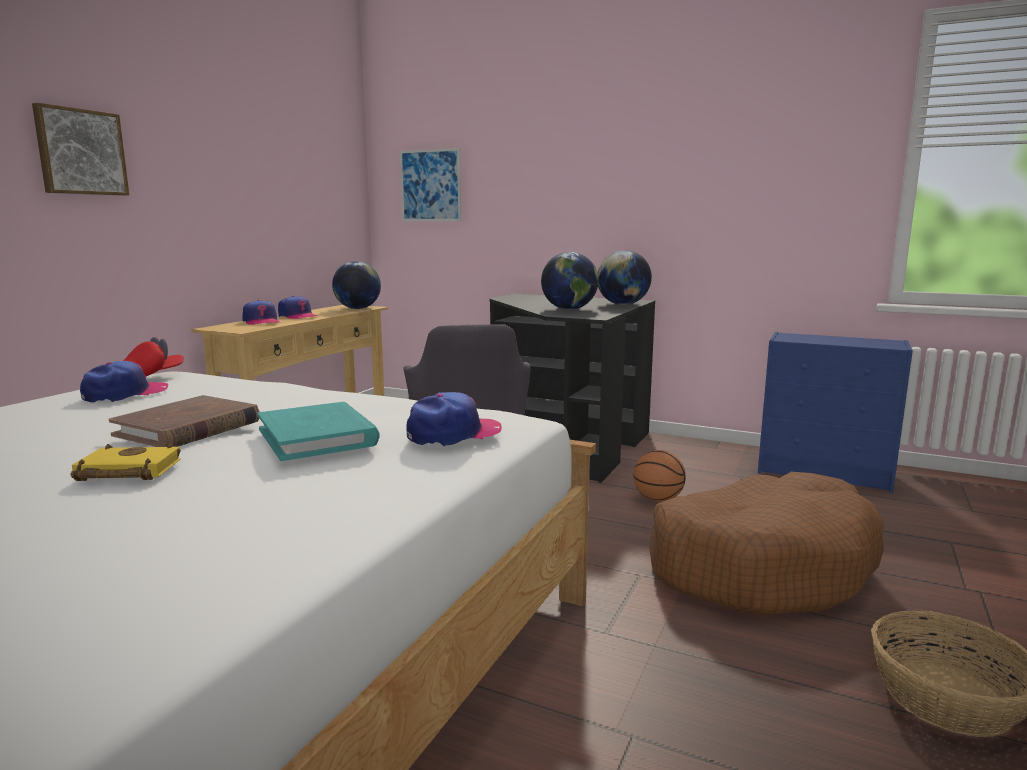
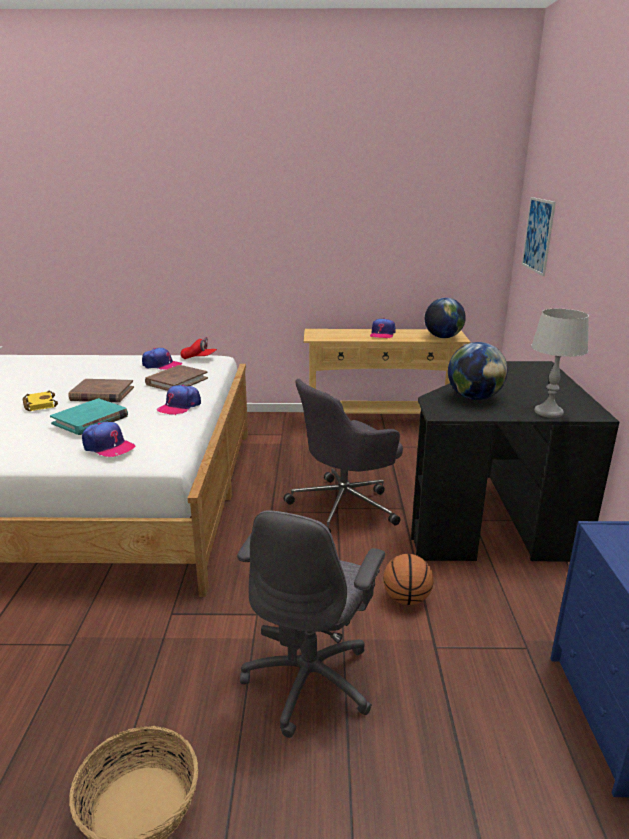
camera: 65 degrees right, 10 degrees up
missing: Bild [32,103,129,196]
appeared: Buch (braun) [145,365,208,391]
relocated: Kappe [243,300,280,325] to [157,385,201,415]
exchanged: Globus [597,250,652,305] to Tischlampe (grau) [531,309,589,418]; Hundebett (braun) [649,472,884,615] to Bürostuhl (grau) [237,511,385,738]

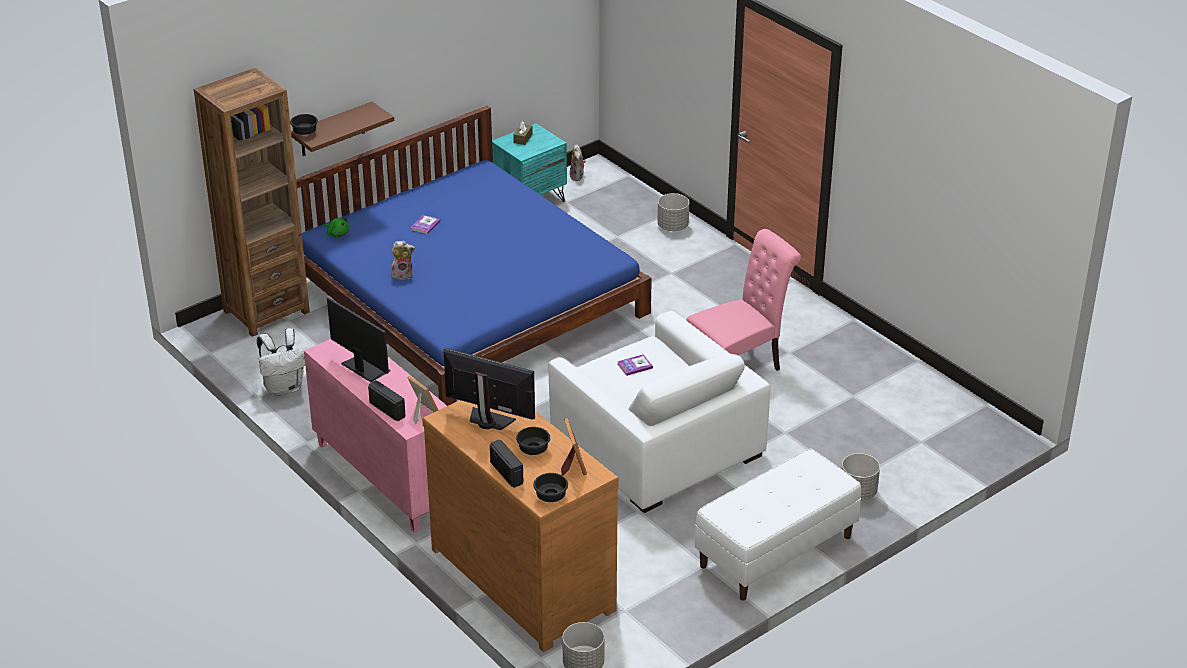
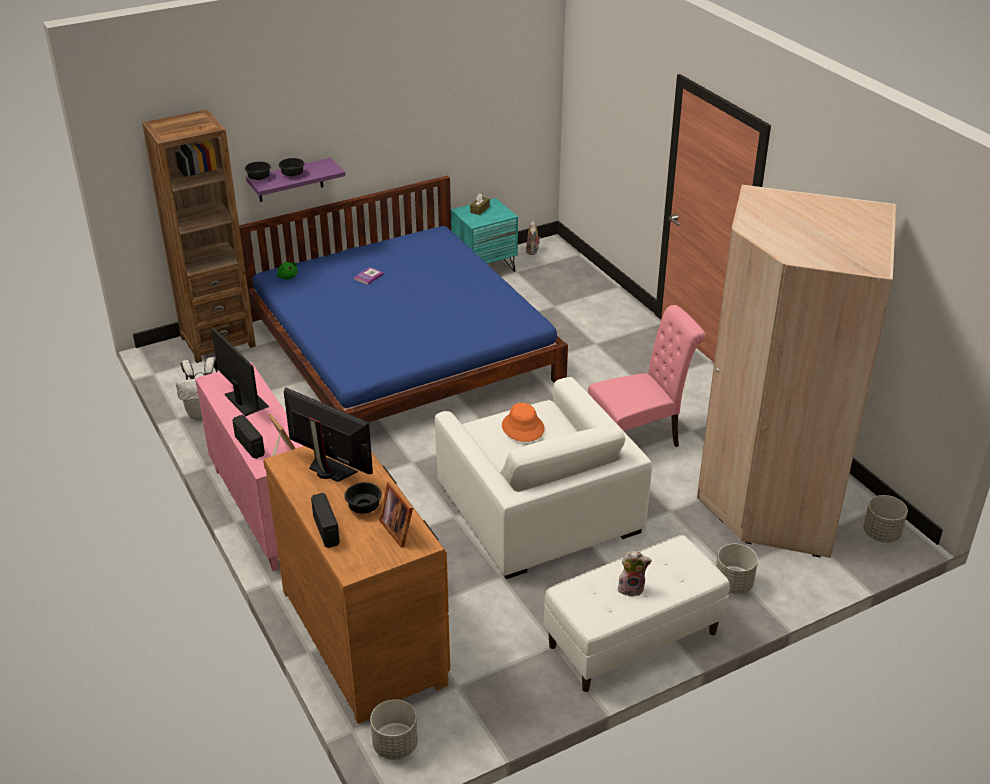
camera: 10 degrees right, 0 degrees up
appeared: Kleiderschrank (beige) [697,185,896,558]
relocated: Plüschtier [391,241,415,280] to [618,551,652,597]; Schüssel (schwarz) [533,473,568,502] to [279,158,305,176]; Pflanzkübel (grau) [657,193,689,231] to [863,495,908,543]
exchanged: Buch [617,354,653,376] to Hut (orange) [502,403,545,442]
colour: Wandregal (braun) [291,102,394,156] to Wandregal (lila) [246,158,346,202]
spun: Bilderrahmen [561,417,587,476] = [379,481,413,547] 150 degrees clockwise

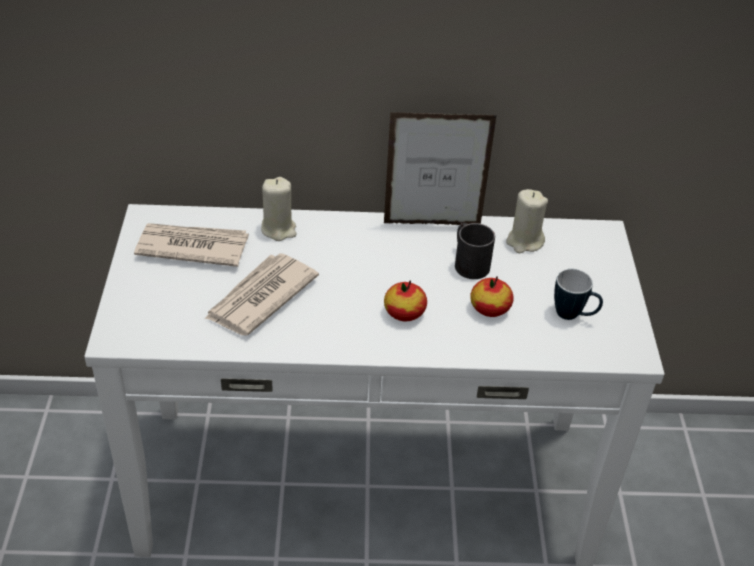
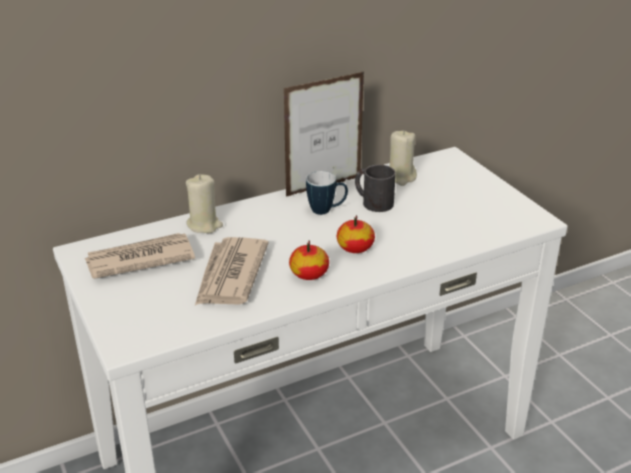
camera: 25 degrees left, 10 degrees down
relocated: Apfel [470,276,513,317] to [289,240,329,280]; Henkelbecher [554,269,603,320] to [306,171,348,215]

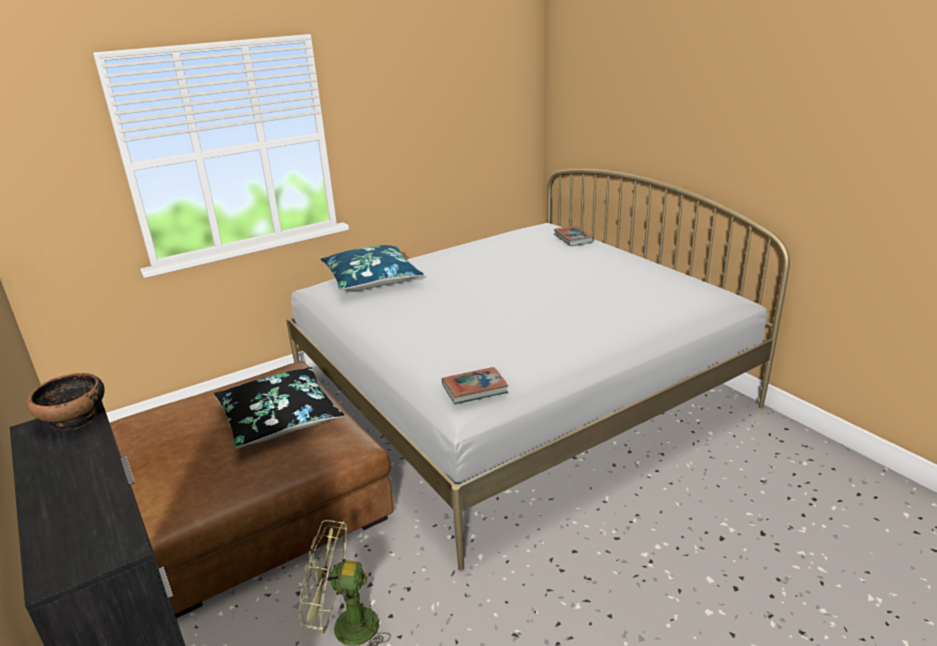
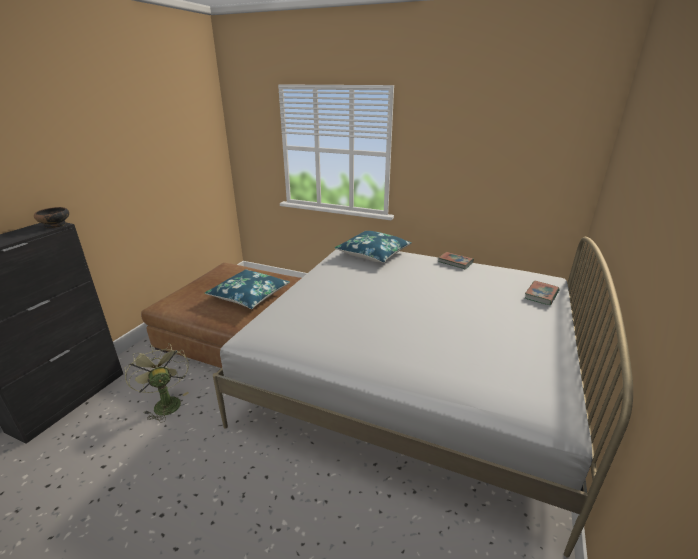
camera: 55 degrees right, 0 degrees up
relocated: Buch [442,367,508,404] to [438,252,474,269]
colour: Kissen (schwarz) [214,367,344,449] to Kissen (blau) [205,269,290,309]

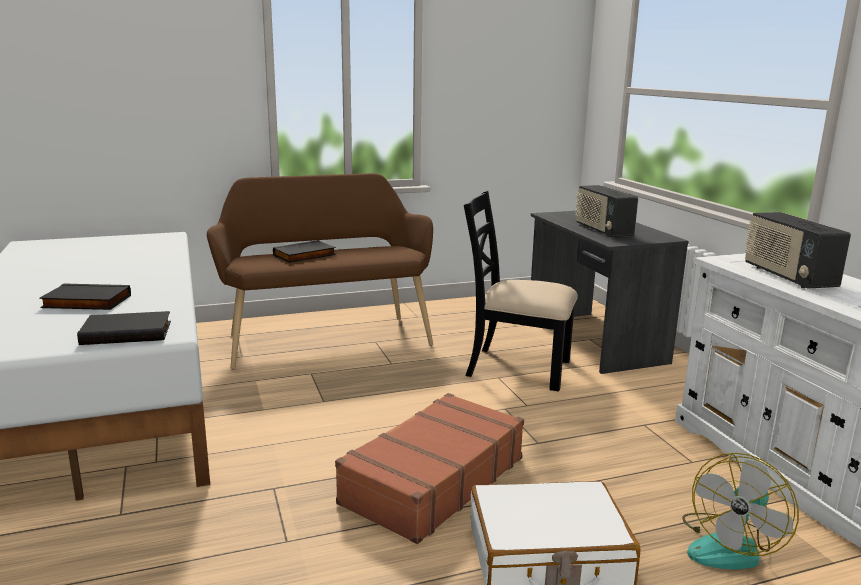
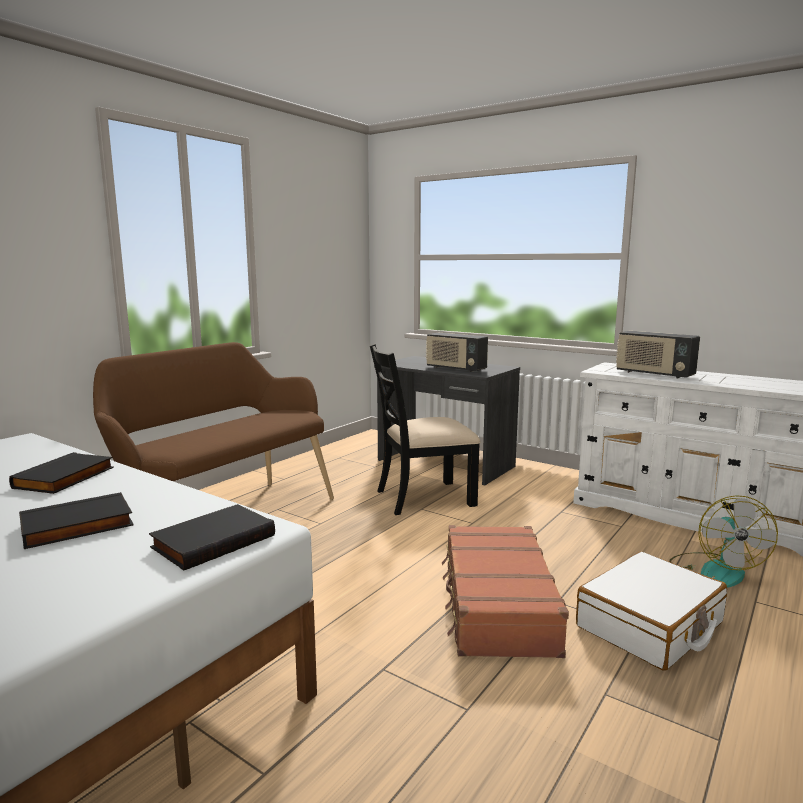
camera: 35 degrees left, 5 degrees down
relocated: Buch (schwarz) [273,240,336,263] to [9,452,114,494]

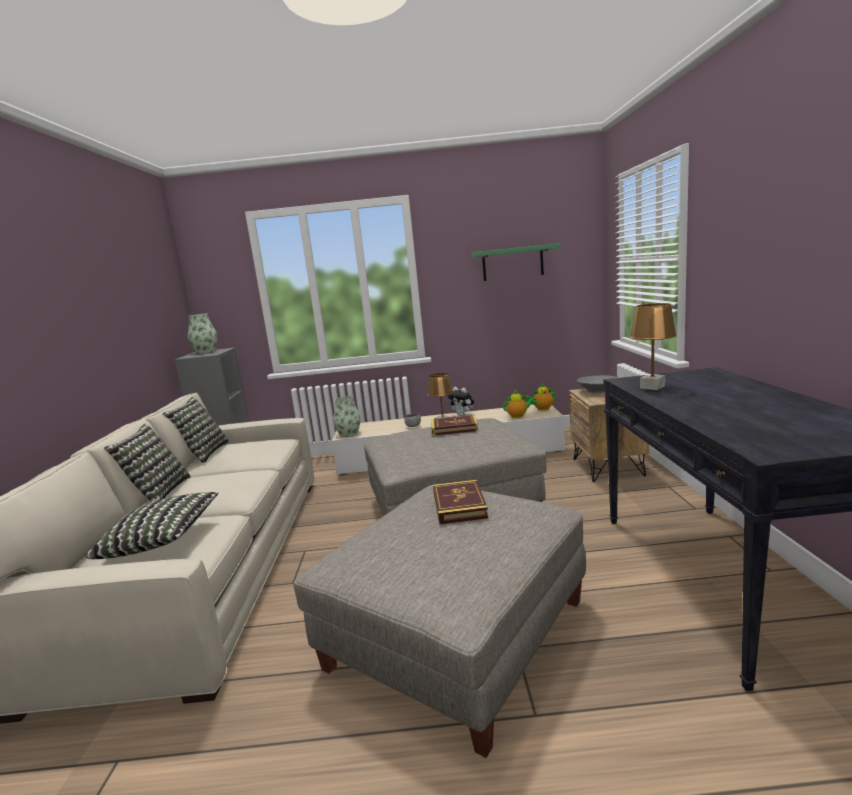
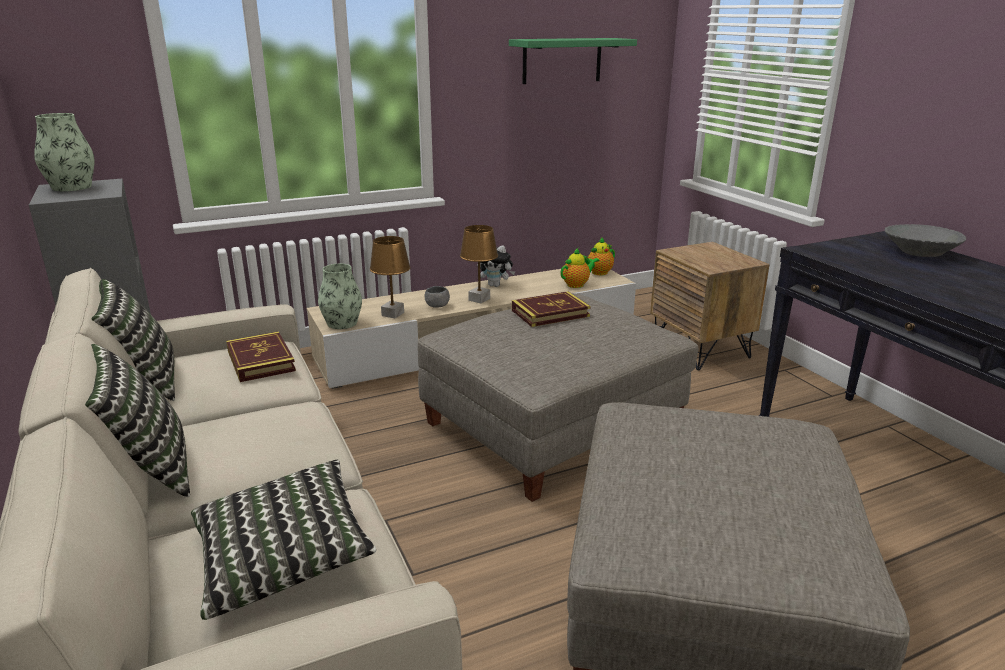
camera: 25 degrees left, 10 degrees up
relocated: Buch [433,480,488,524] to [226,332,296,382]; Schüssel (grau) [577,375,618,393] to [885,224,966,257]; Tischlampe (braun) [630,303,677,390] to [370,236,411,318]

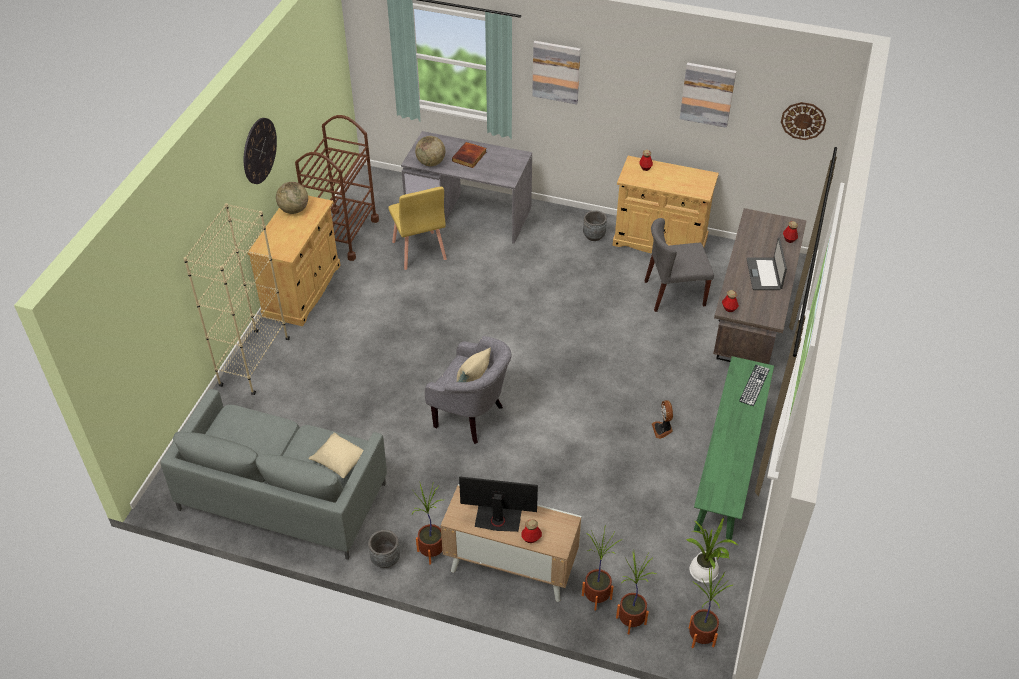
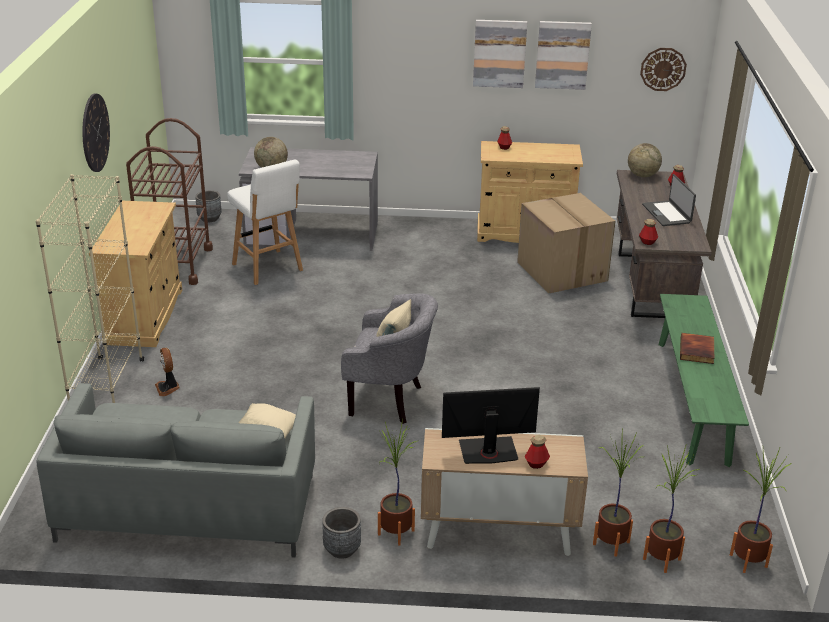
camera: 15 degrees left, 15 degrees down
missing: Topfpflanze [687,516,738,583]; Tastatur [739,365,770,406]
relocated: Globus [276,182,308,214] to [628,143,662,177]; Buch [452,142,486,168] to [680,333,714,364]; Bild [532,41,581,105] to [473,20,527,88]; Pflanzkübel (grau) [583,210,607,241] to [195,190,222,222]; Ventilator [652,400,673,439] to [155,348,180,396]
exchanged: Stuhl (gelb) [388,187,447,270] to Hocker (weiß) [227,159,303,285]; Stuhl (grau) [645,218,714,312] to Karton [517,193,615,293]

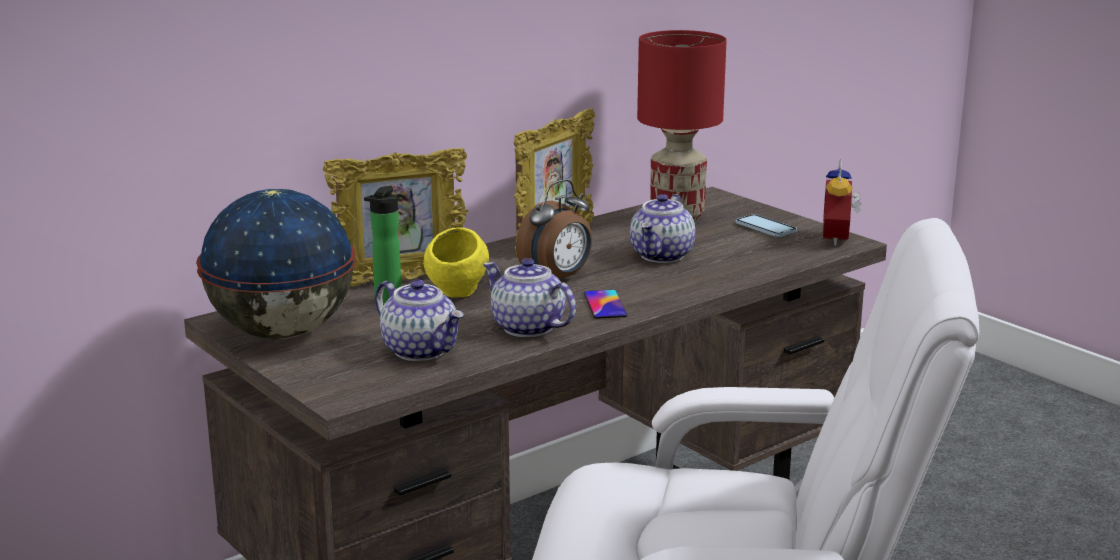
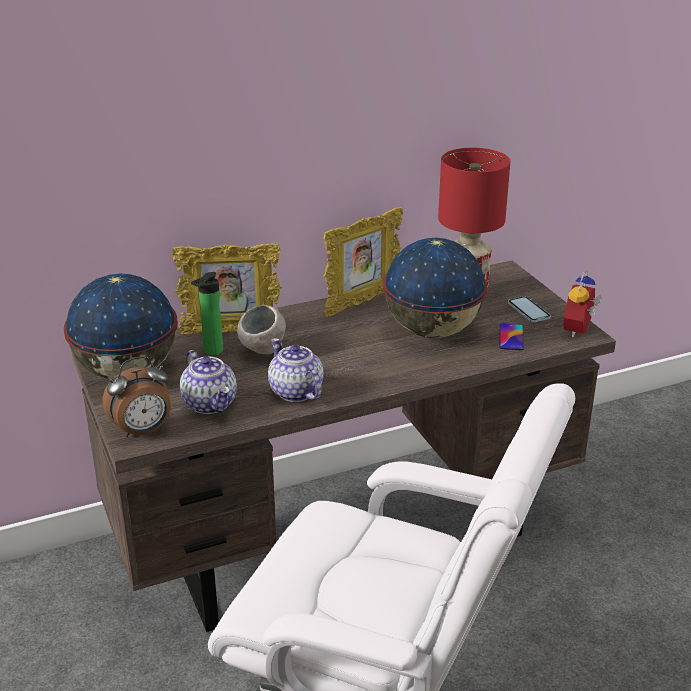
camera: 15 degrees right, 10 degrees up
relocated: Wecker [516,179,592,278] to [102,356,171,437]; Handy [584,290,627,319] to [499,323,524,350]
exchanged: Teekanne [630,194,695,263] to Globus [383,238,487,338]
colour: Schüssel (gelb) [423,227,489,298] to Schüssel (grau) [237,305,286,355]

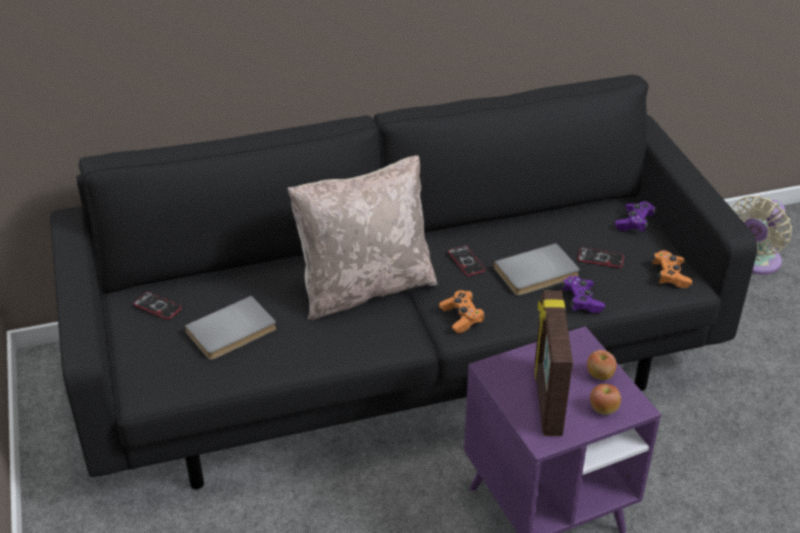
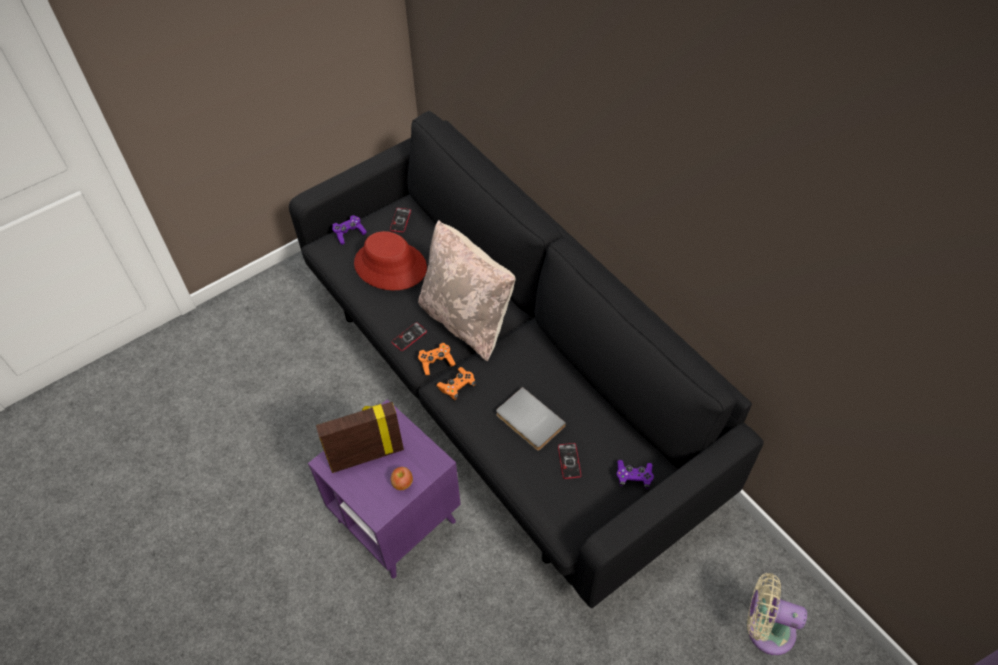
camera: 70 degrees right, 15 degrees up
missing: Apfel [590,384,621,415]
relocated: Handy [448,245,486,276] to [392,322,427,351]; Gamepad (lila) [562,276,605,313] to [332,215,367,245]; Gamepad (orange) [652,251,692,288] to [418,343,456,375]
exchanged: Buch (grau) [185,296,276,360] to Hut (rot) [354,231,427,290]

